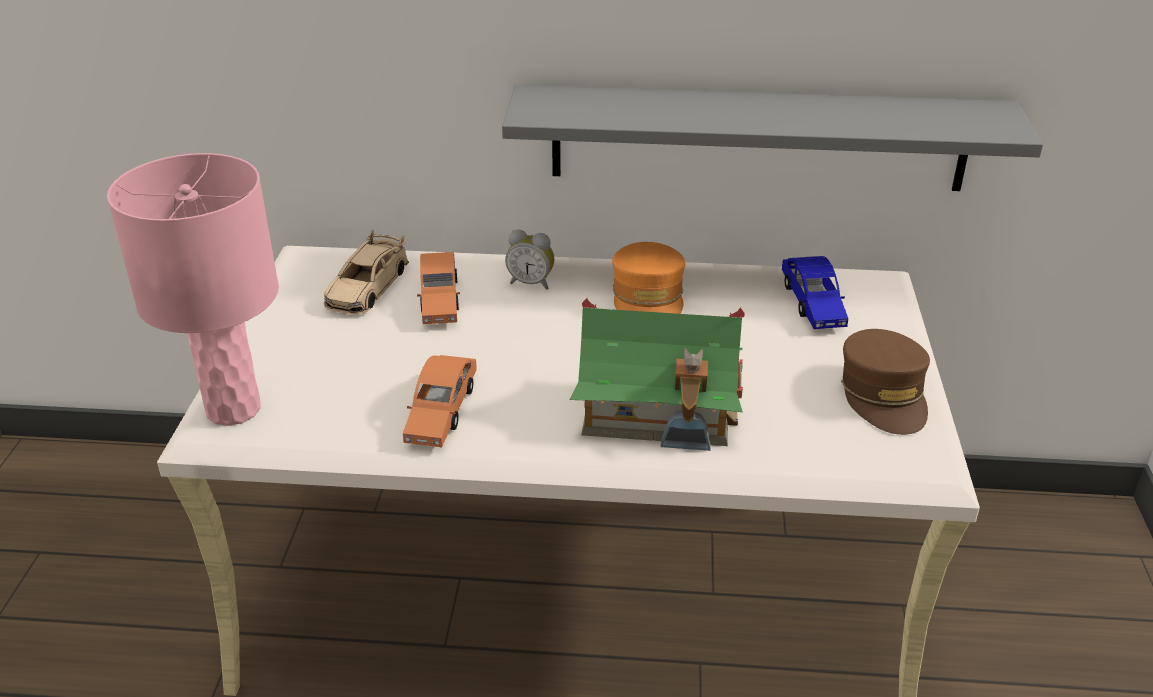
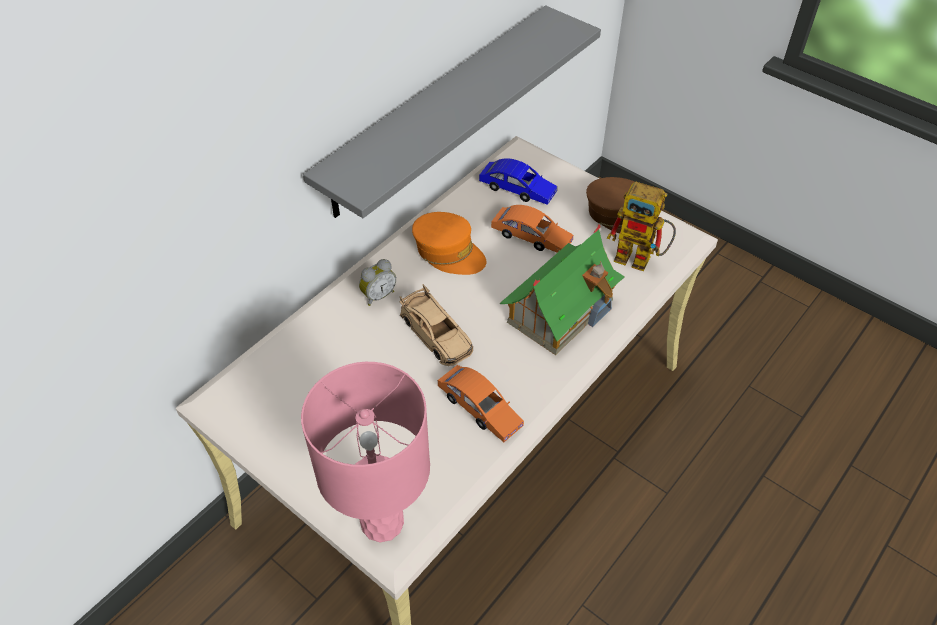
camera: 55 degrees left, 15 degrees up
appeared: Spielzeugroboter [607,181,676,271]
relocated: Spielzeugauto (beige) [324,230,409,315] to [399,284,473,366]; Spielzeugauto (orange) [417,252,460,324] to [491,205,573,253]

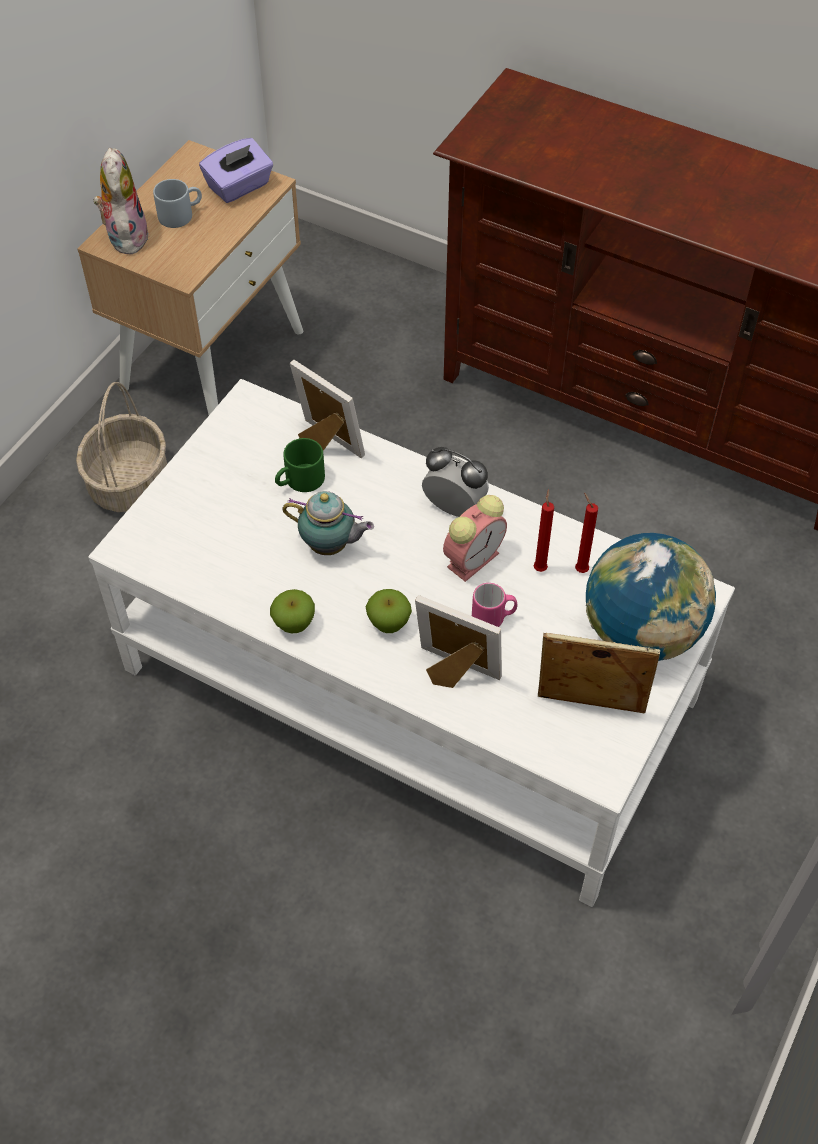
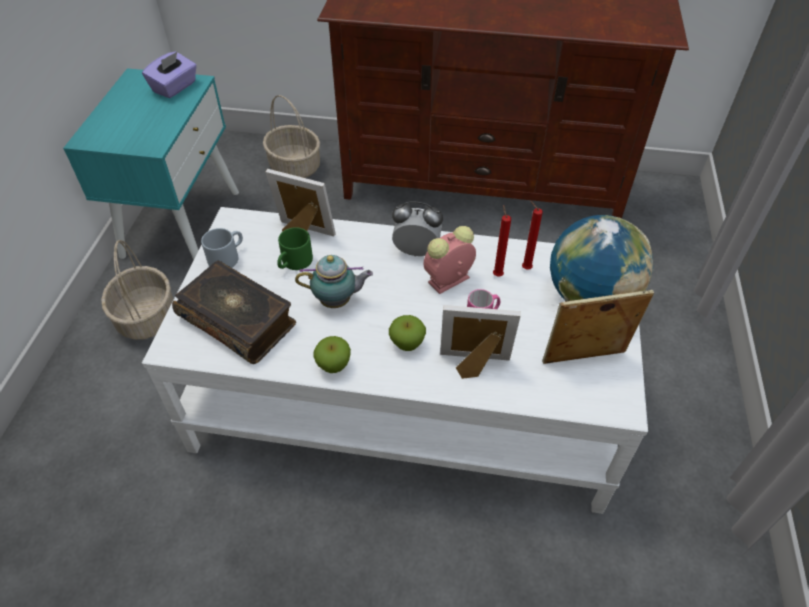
camera: 20 degrees left, 5 degrees down
missing: Plüschtier [93,148,149,255]
appeared: Buch [172,260,296,364]; Korb [263,95,320,178]
relocated: Henkelbecher (grau) [153,179,202,228] to [201,228,243,268]
colour: Nachttisch (beige) [77,140,303,415] to Nachttisch (türkis) [63,68,239,260]
spun: Wecker [443,495,507,582] = [423,226,476,294] 150 degrees counterclockwise

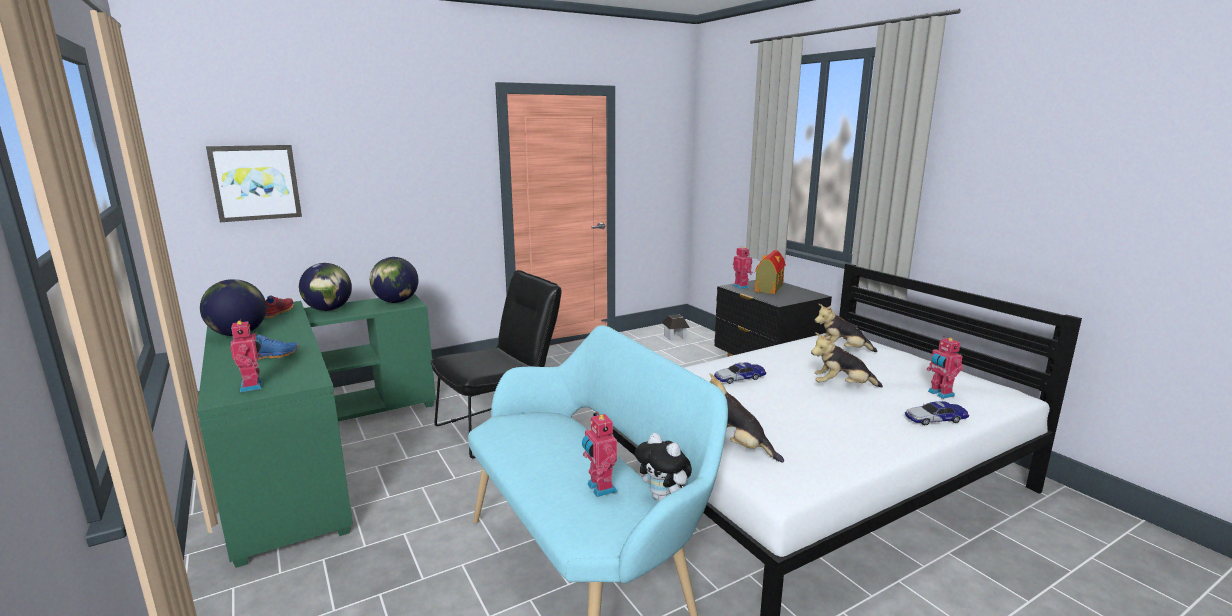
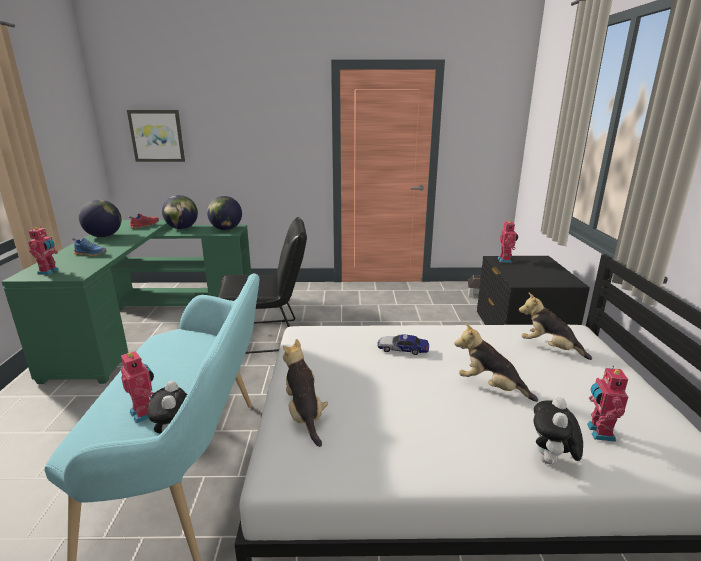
camera: 30 degrees right, 5 degrees up
missing: Spielzeughaus [755,250,786,294]
exchanged: Spielzeugauto [905,401,969,426] to Plüschtier [534,397,583,465]
spun: Spielzeugroboter [582,412,617,497] = [121,350,154,423] 135 degrees clockwise

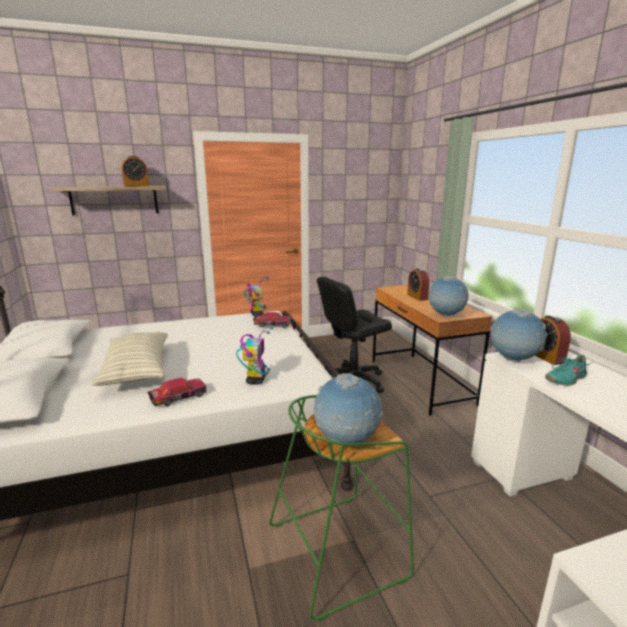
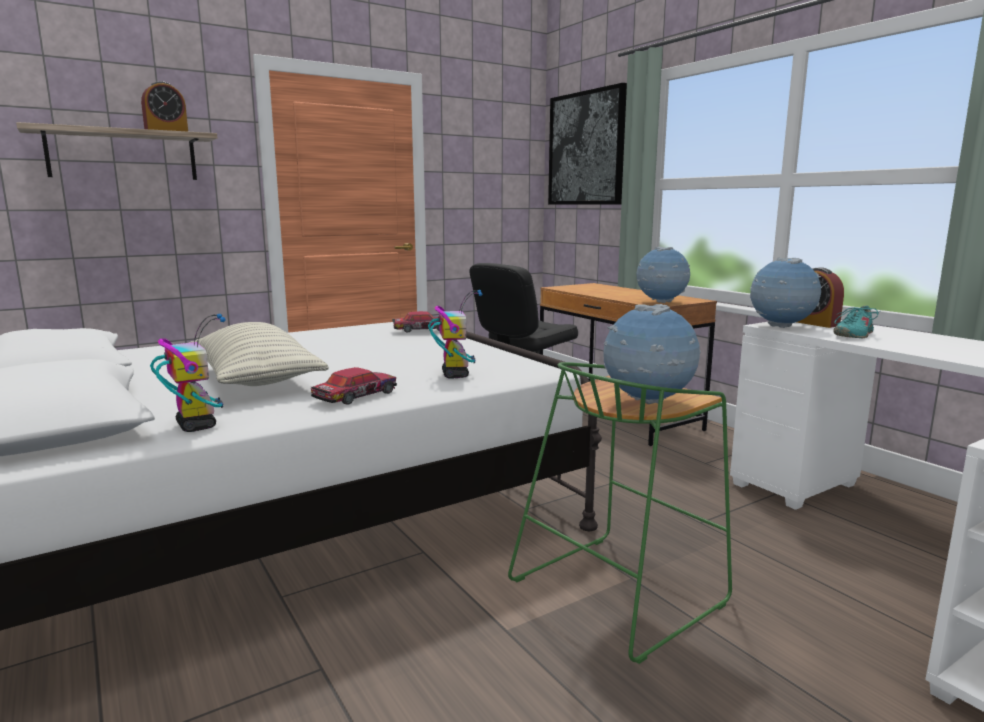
camera: 15 degrees left, 5 degrees down
missing: Wecker [407,268,429,301]
appeared: Bild [548,83,627,205]
relocated: Spielzeugroboter [244,276,269,316] to [150,314,226,432]

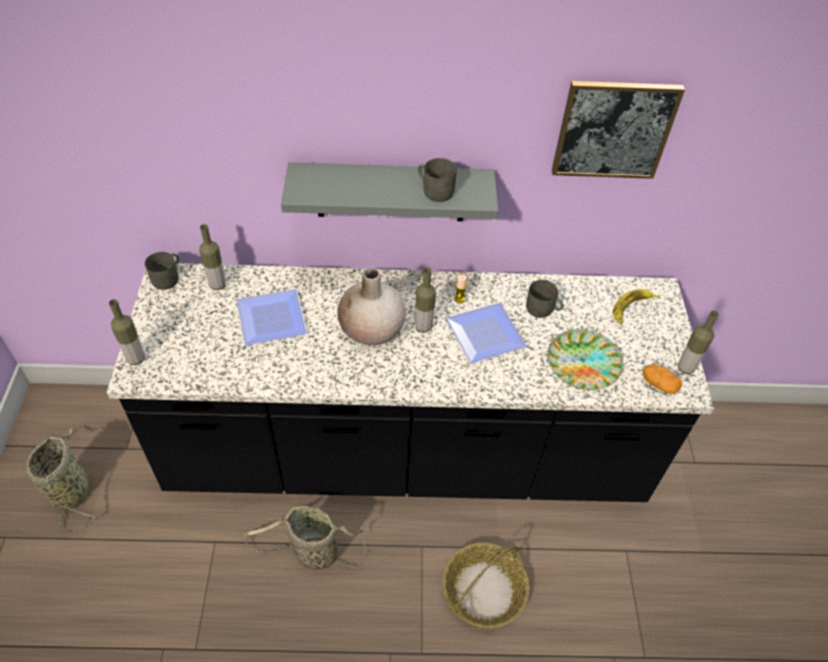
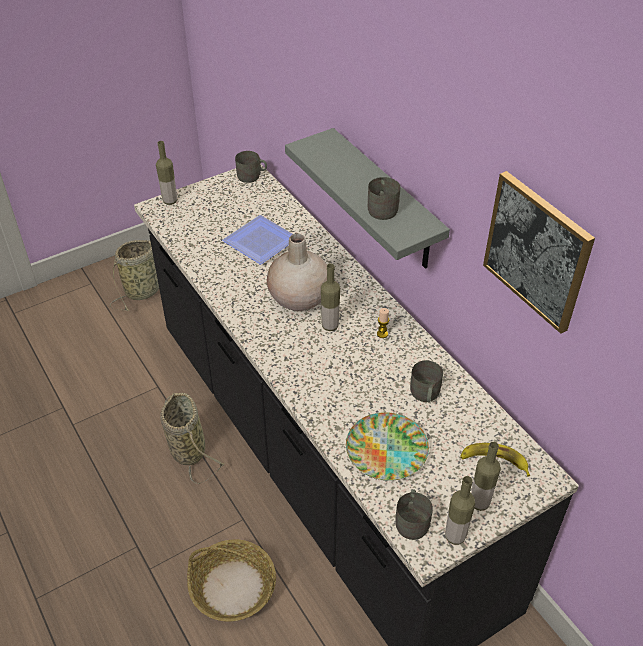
camera: 60 degrees right, 5 degrees down
missing: Teller [446,302,527,363]
relocated: Flasche [199,224,226,290] to [471,442,501,511]
exchanged: Kartoffel [642,364,682,394] to Henkelbecher (grau) [395,489,433,540]

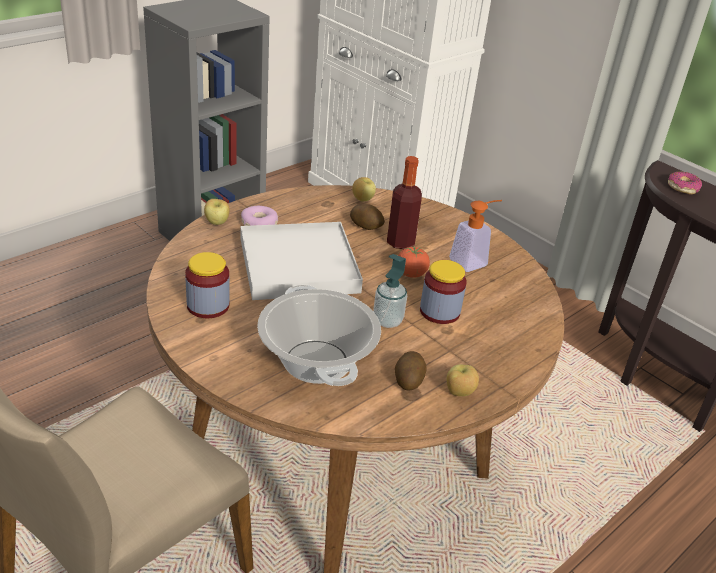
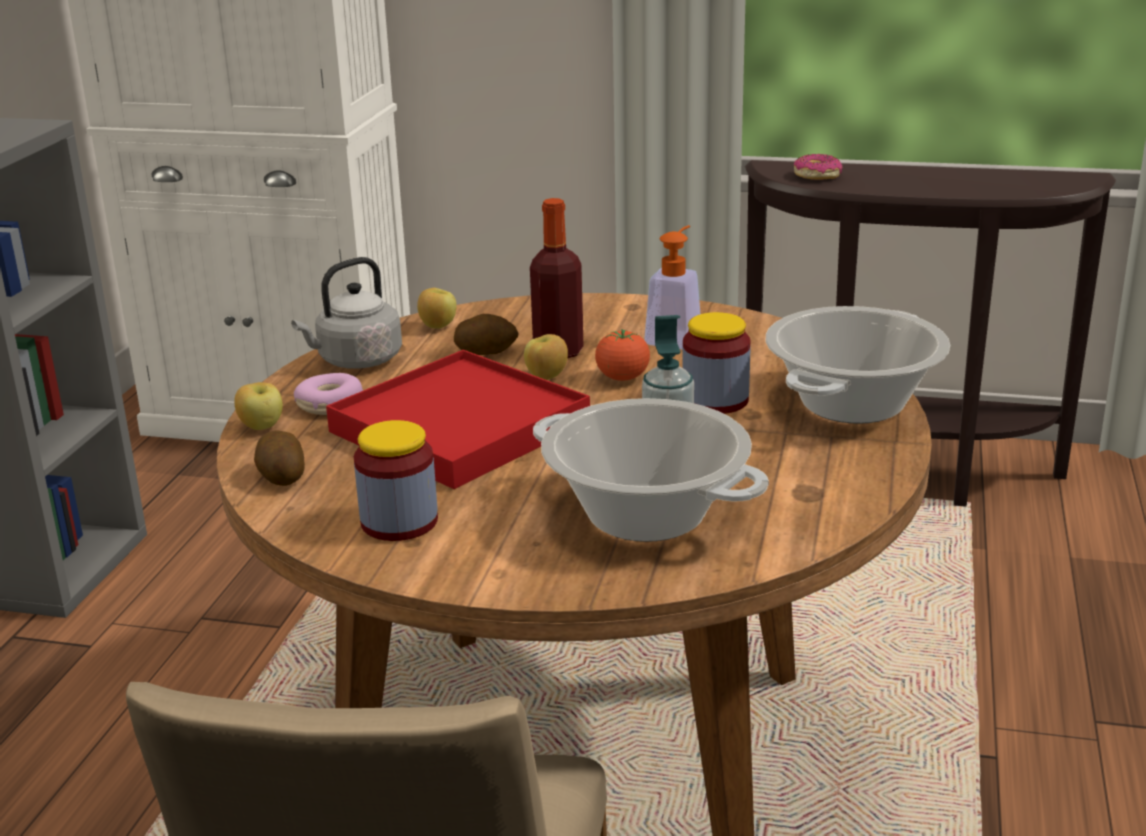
camera: 30 degrees left, 10 degrees down
appeared: Wasserkessel (grau) [291,257,402,369]; Kochtopf [766,306,950,424]
relocated: Kartoffel [395,351,427,391] to [254,430,305,486]; Apfel [447,365,479,396] to [524,334,568,380]
colour: Tablett (weiß) [241,222,363,300] to Tablett (rot) [326,350,590,489]

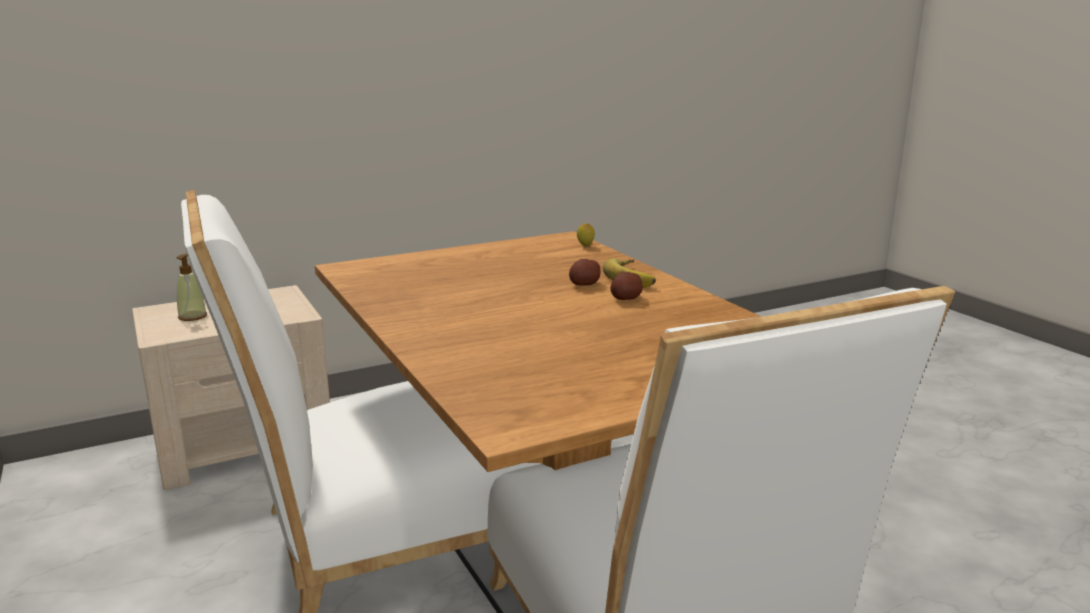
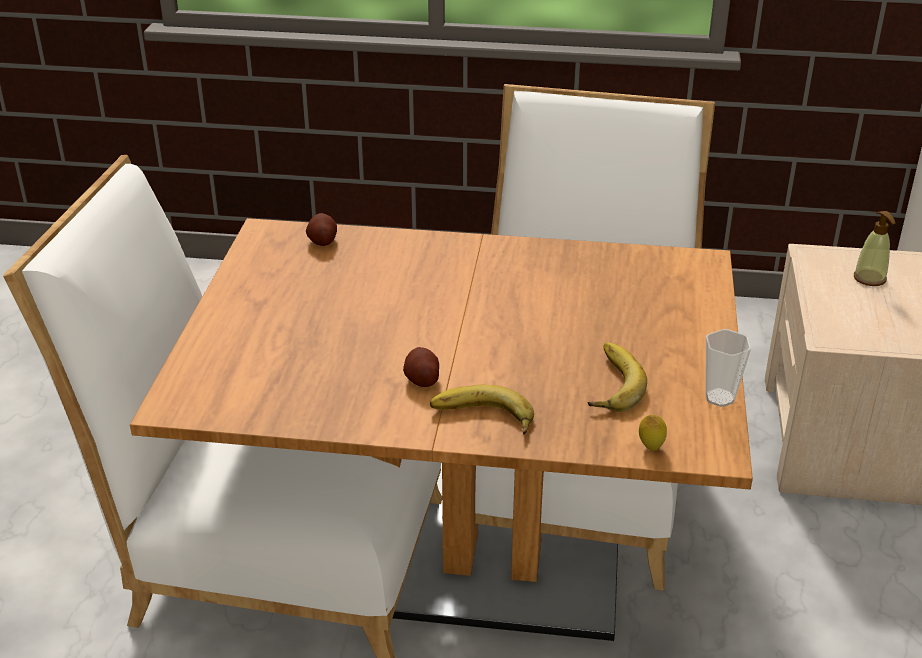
camera: 125 degrees right, 15 degrees up
appeared: Banane [588,343,647,412]; Tasse [705,329,751,407]
relocated: Kartoffel [569,259,601,285] to [306,213,337,246]

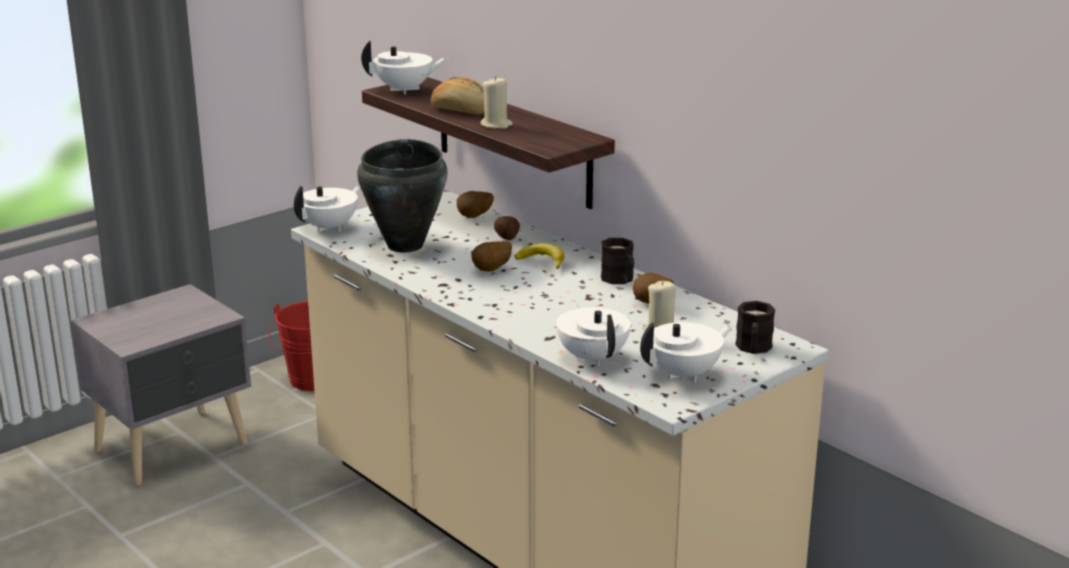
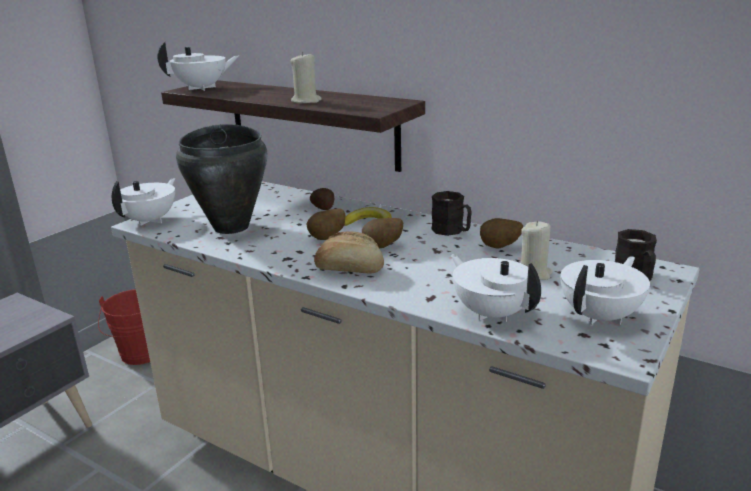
camera: 15 degrees left, 0 degrees up
relocated: Brot [431,77,484,115] to [314,231,384,273]; Kartoffel [457,191,494,218] to [362,218,403,248]

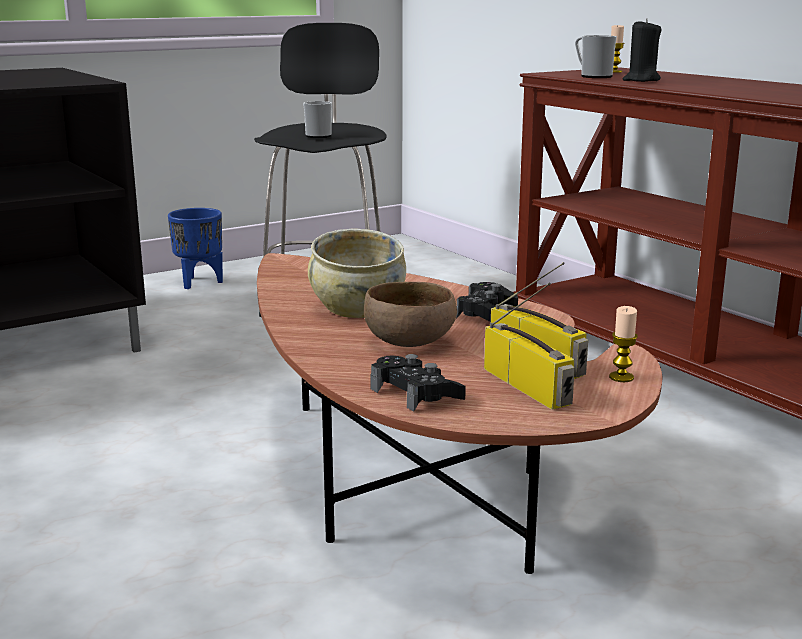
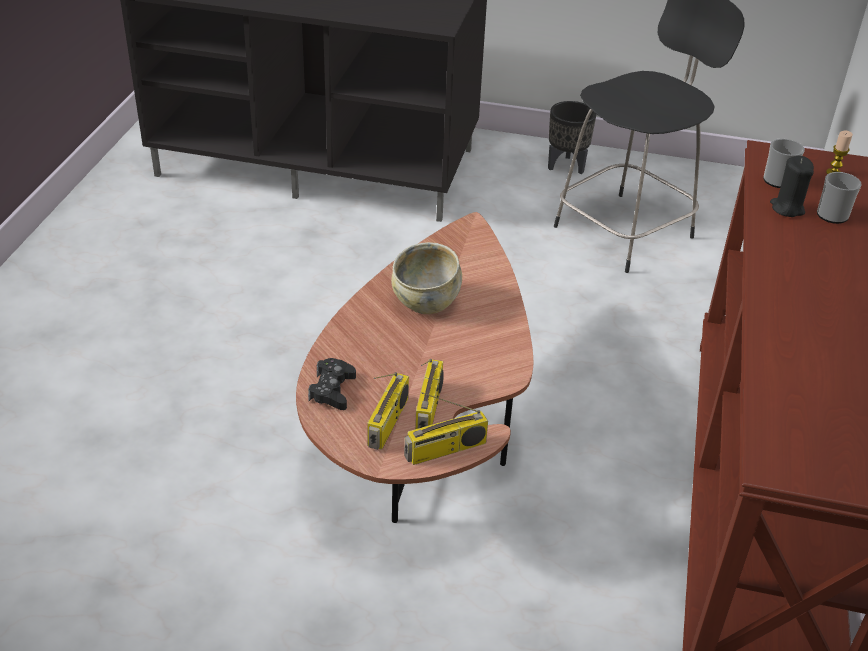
camera: 45 degrees right, 20 degrees up
missing: Schüssel (braun) [364,282,457,347]; Gamepad (schwarz) [456,282,518,322]
relocated: Henkelbecher [303,101,332,138] to [817,172,862,224]
exchanged: Kerze [609,306,638,382] to Radio [404,392,488,465]
colour: Pflanzkübel (blau) [168,208,223,289] to Pflanzkübel (schwarz) [548,101,597,174]

